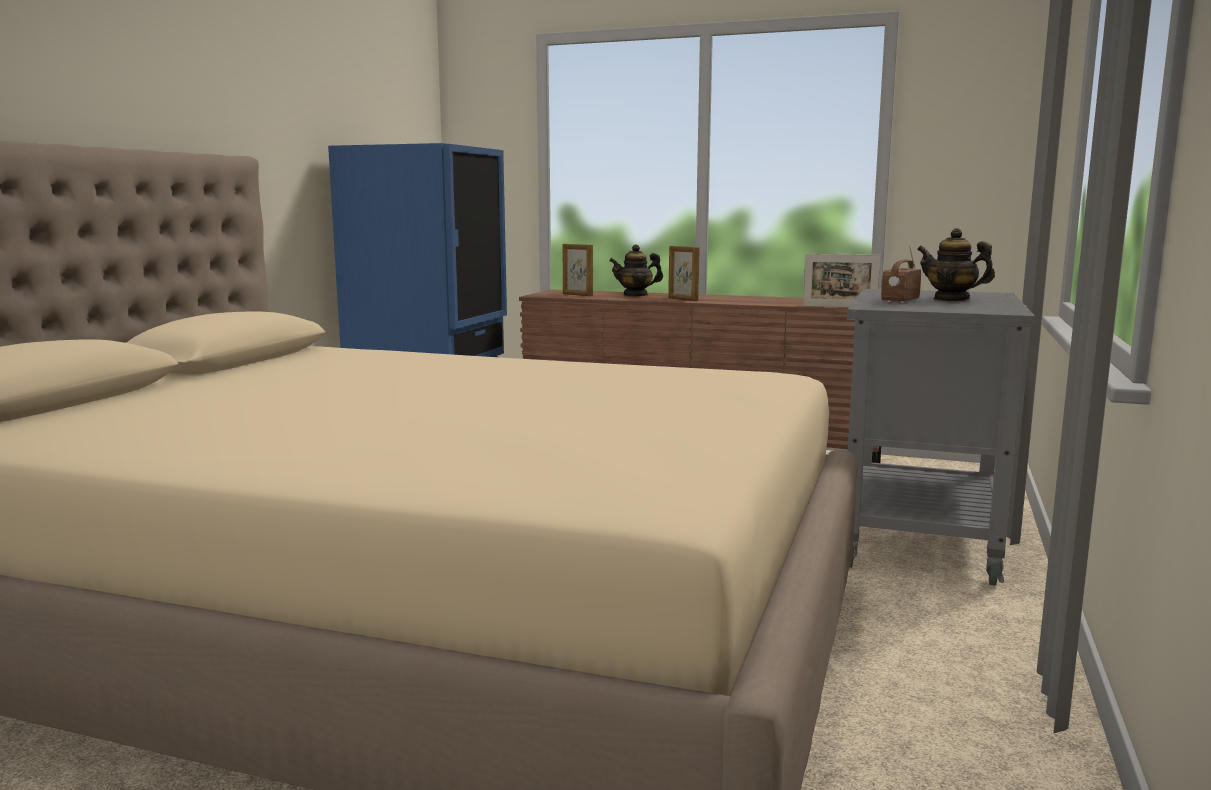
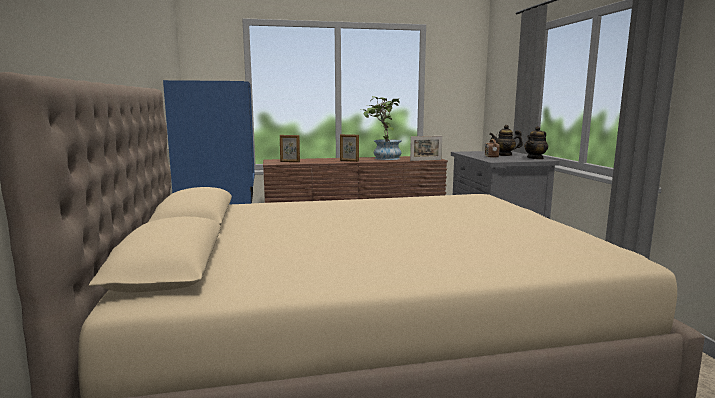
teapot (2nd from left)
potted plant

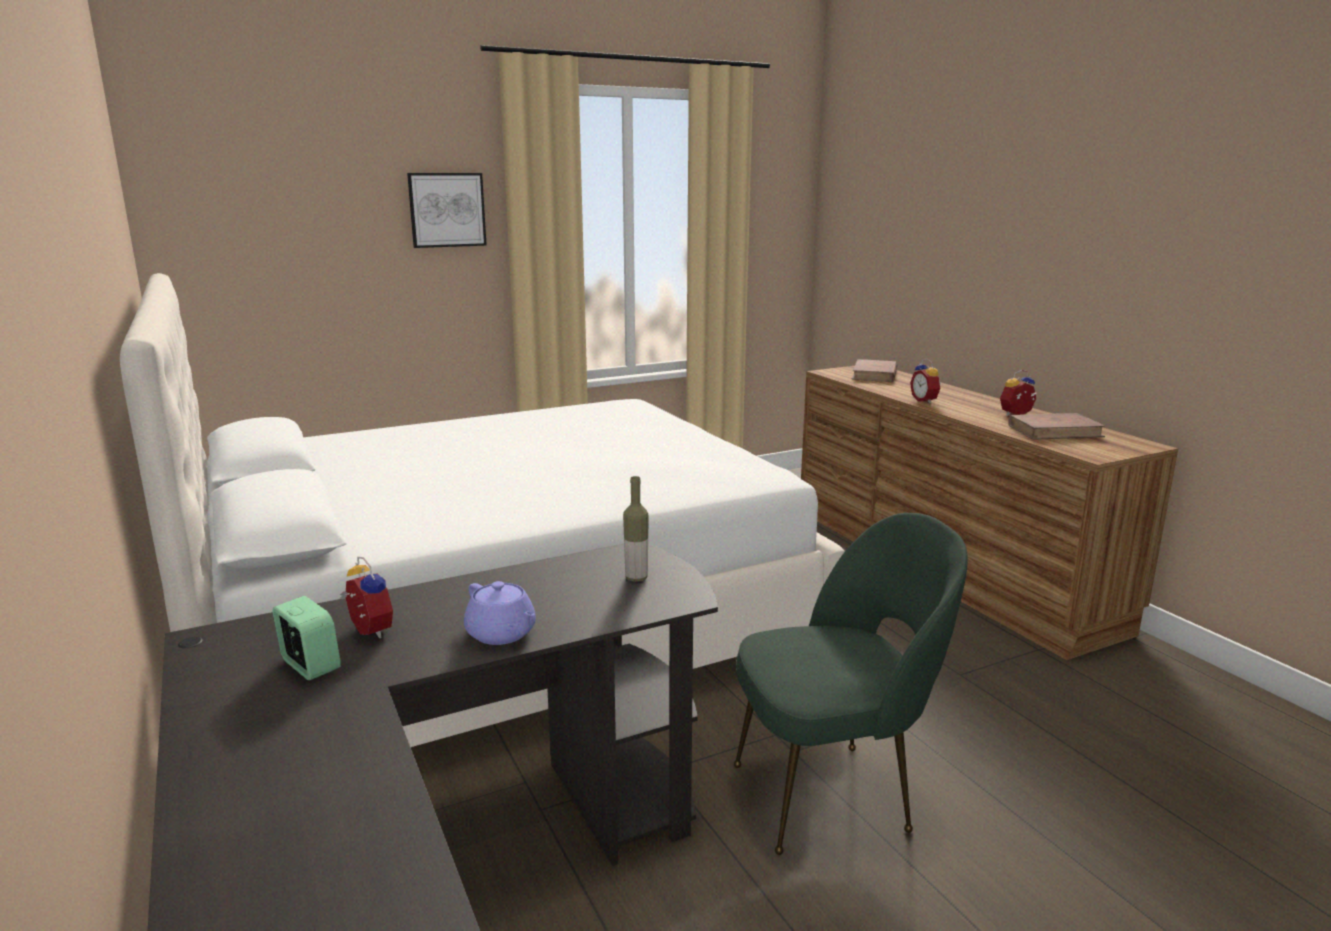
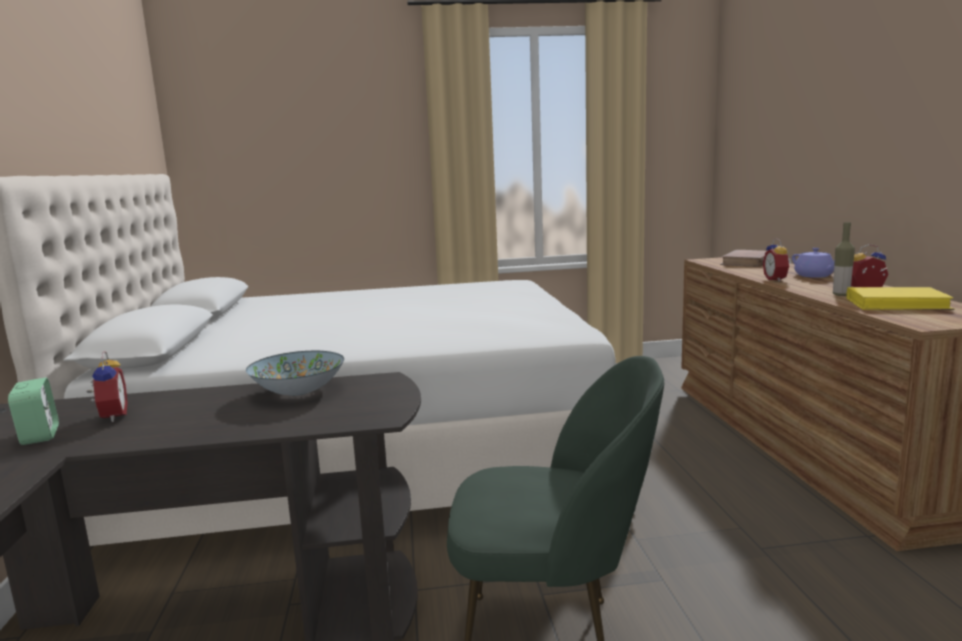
wall picture
teapot/purple
drink bottle
volume/yellow-coloured
deep dish

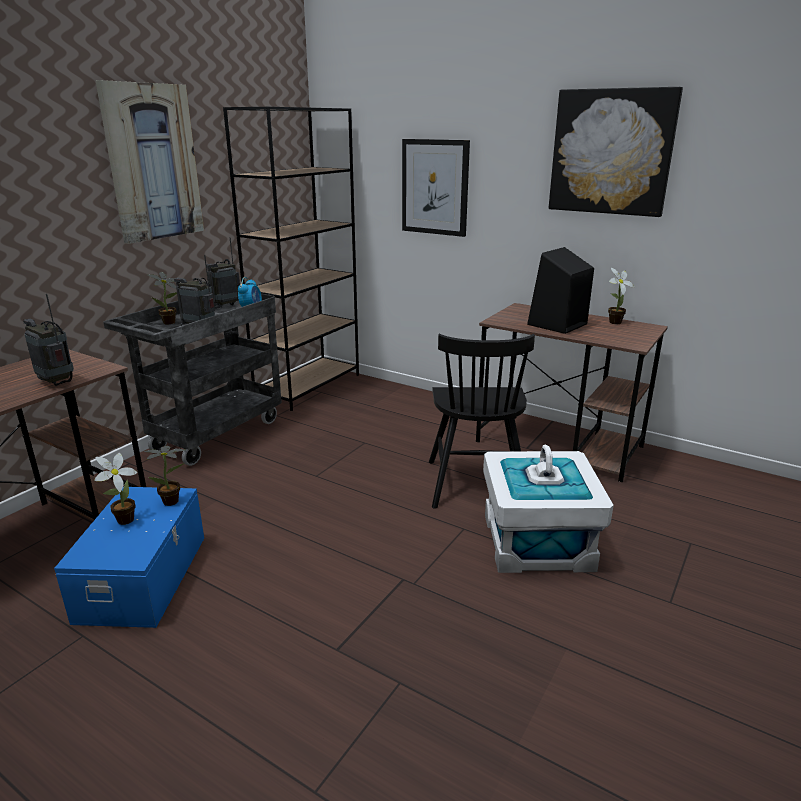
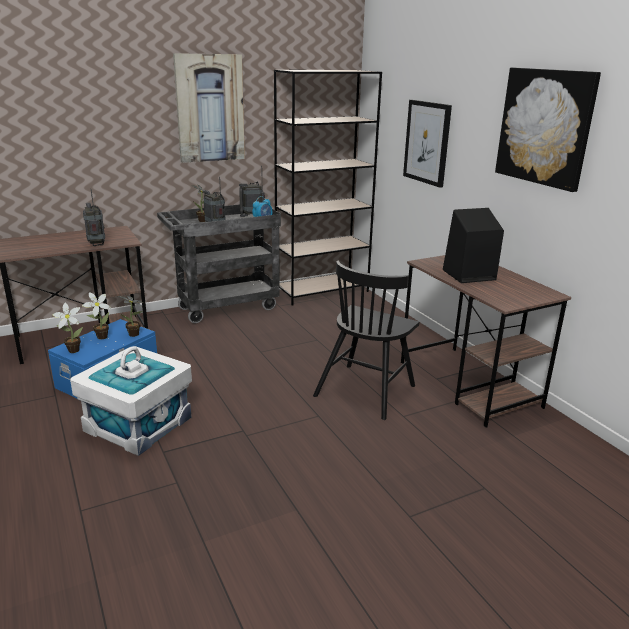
storage container/whitish
potted plant (1st from left)

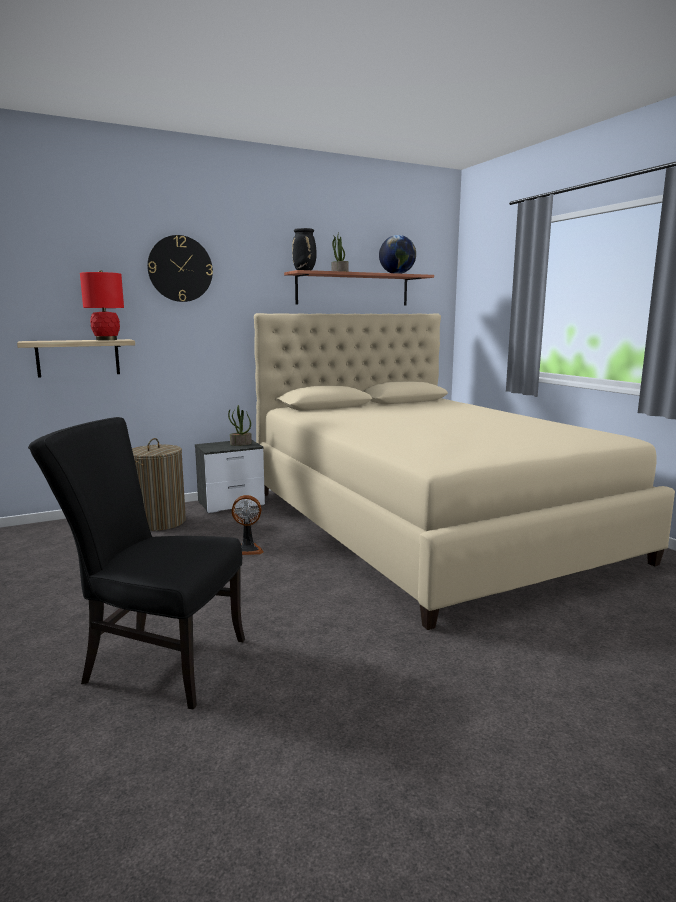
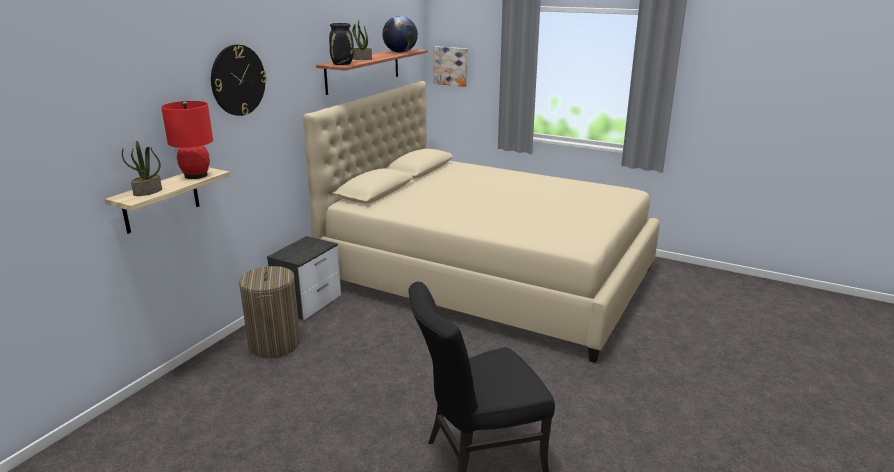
potted plant (1st from left)
fan
wall picture

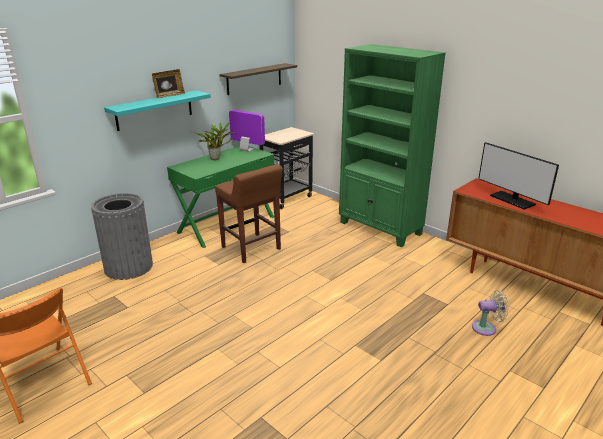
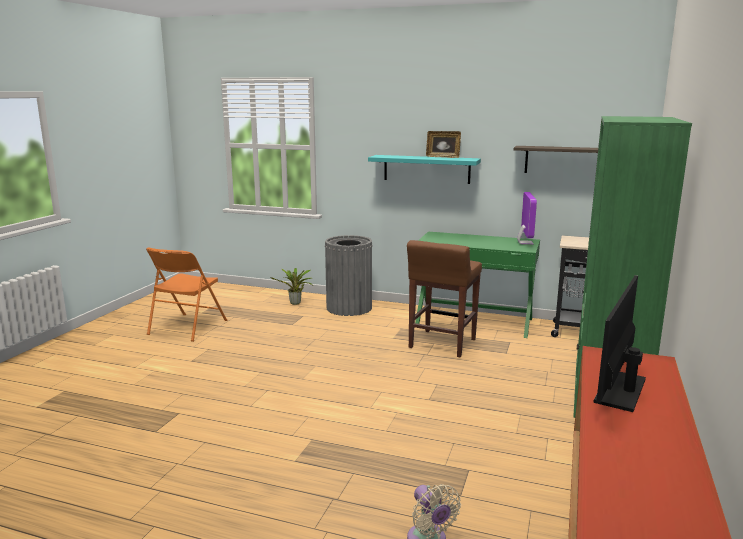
potted plant

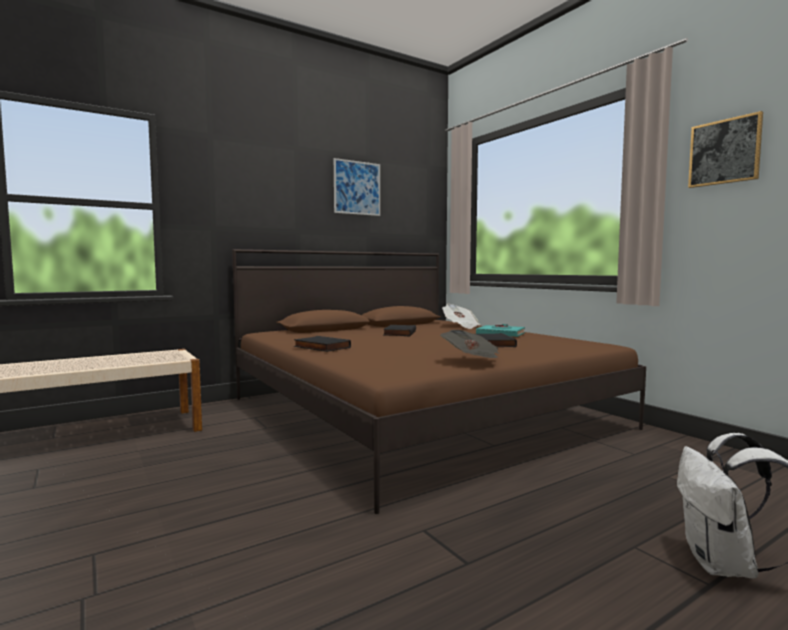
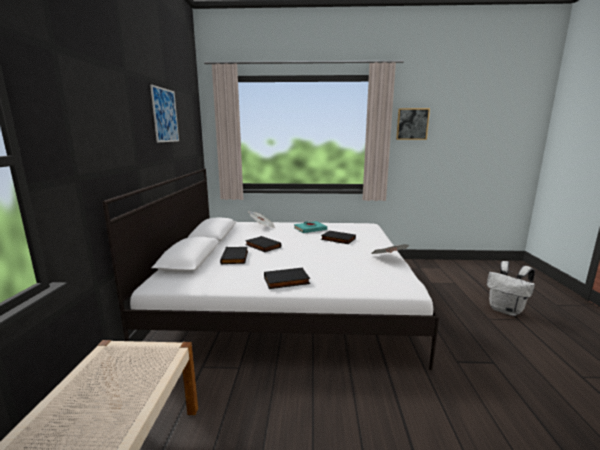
sleeping bed/whitish
volume/black (1st from left)

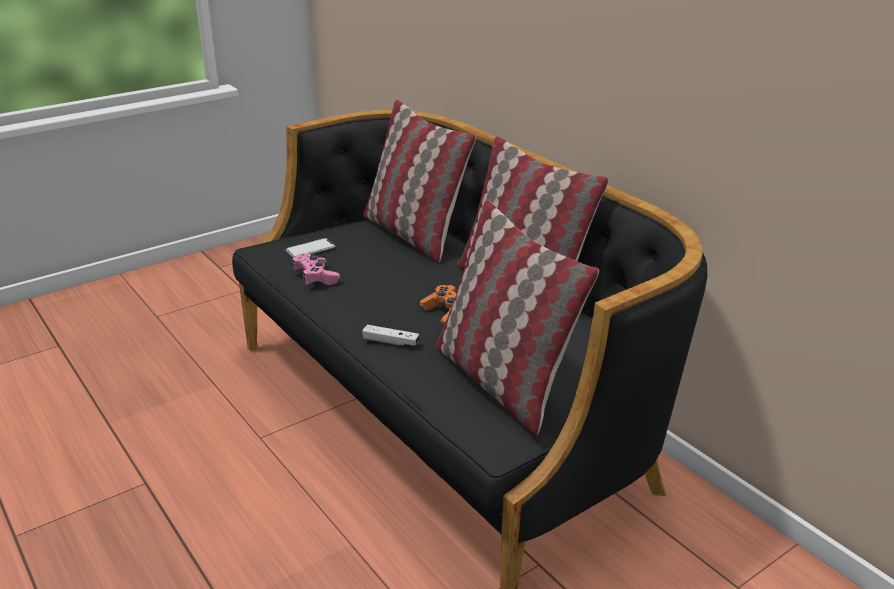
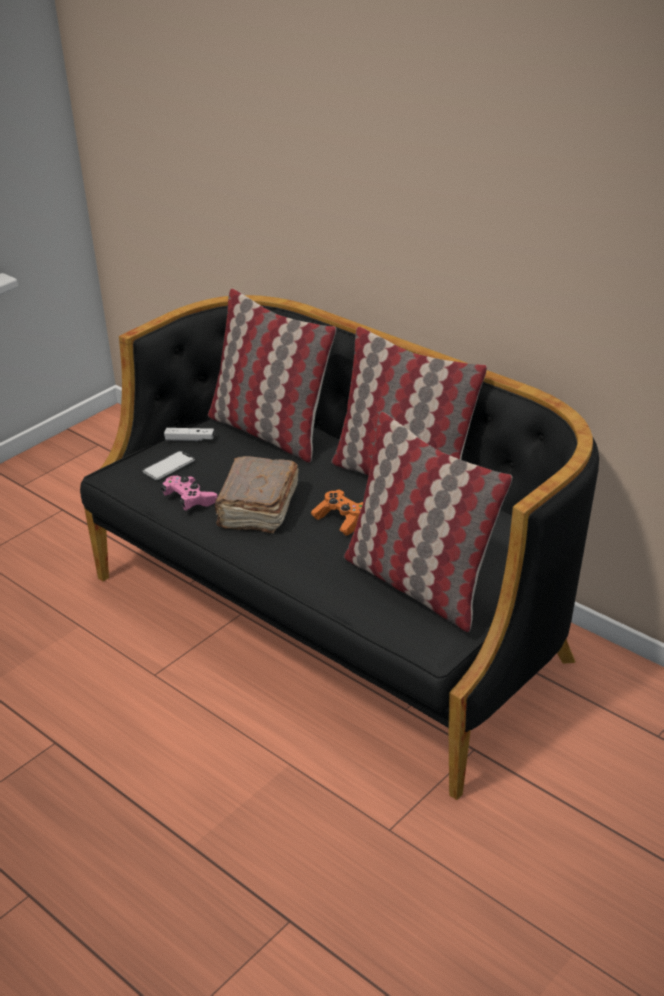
joypad/whitish
volume/brownish

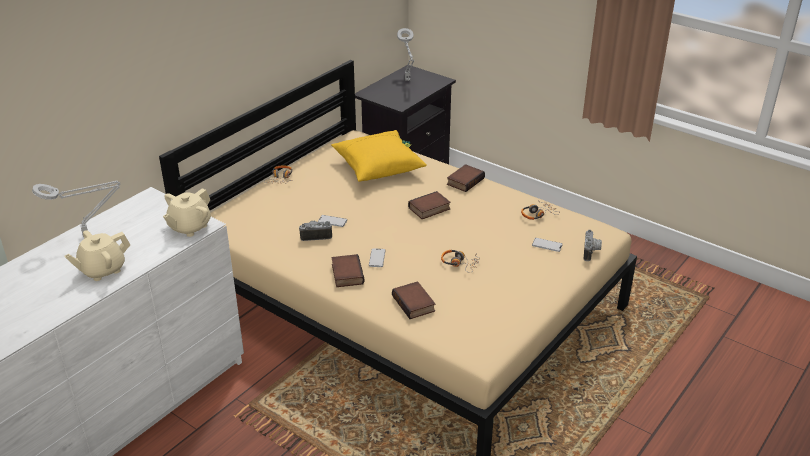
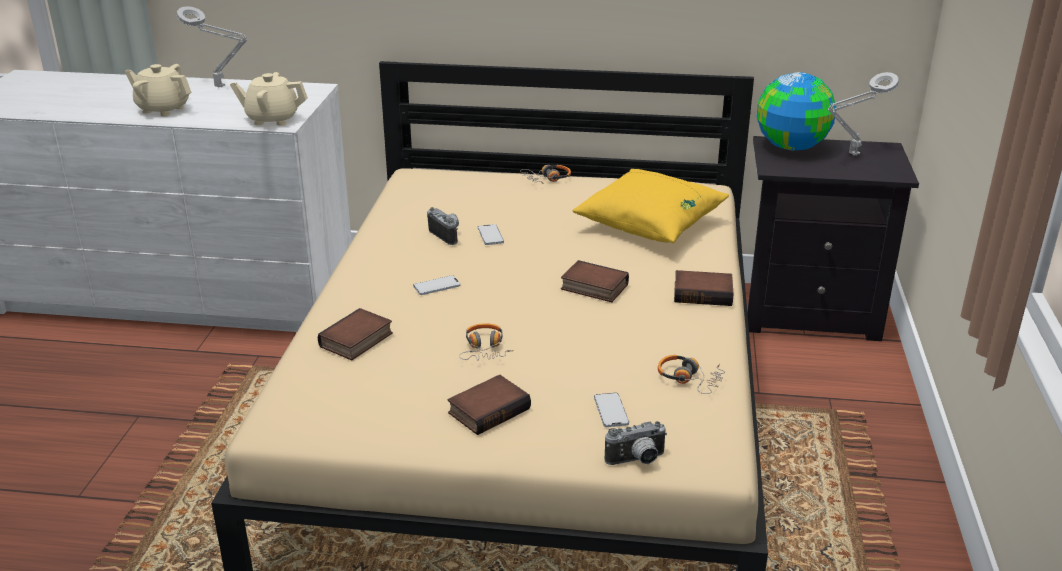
volume (2nd from left)
desk globe

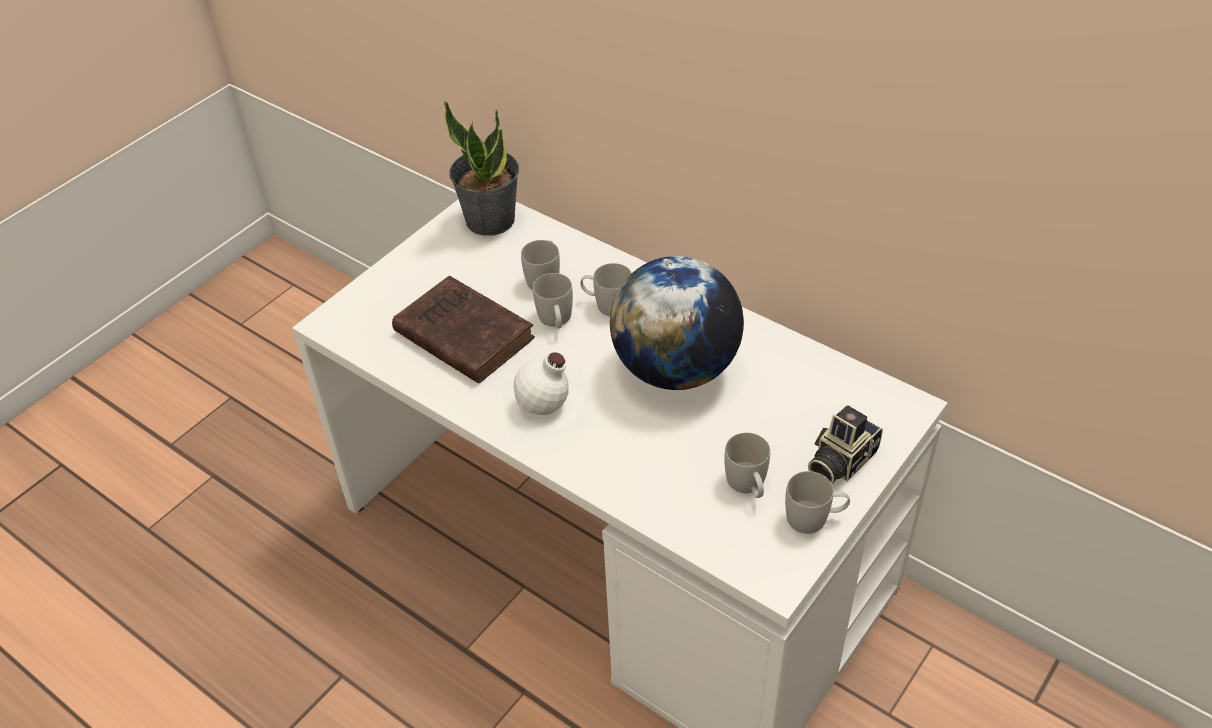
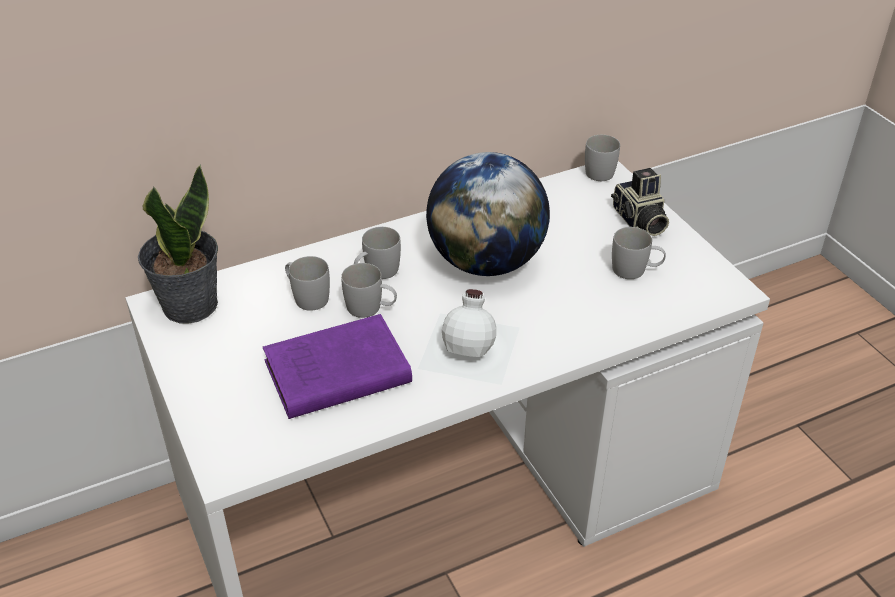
volume/purple
mug/whitish (4th from left)

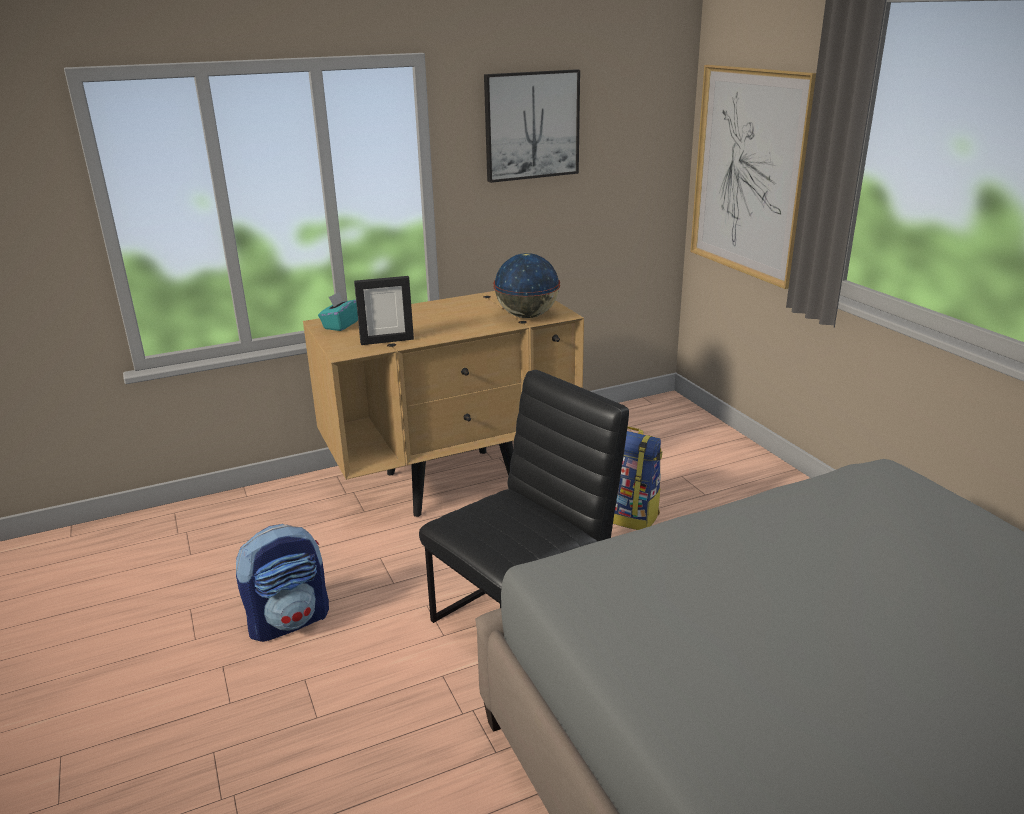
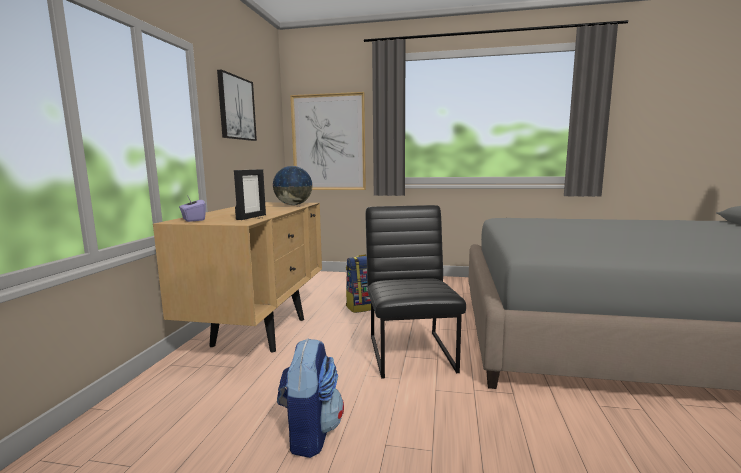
tissue holder/purple

